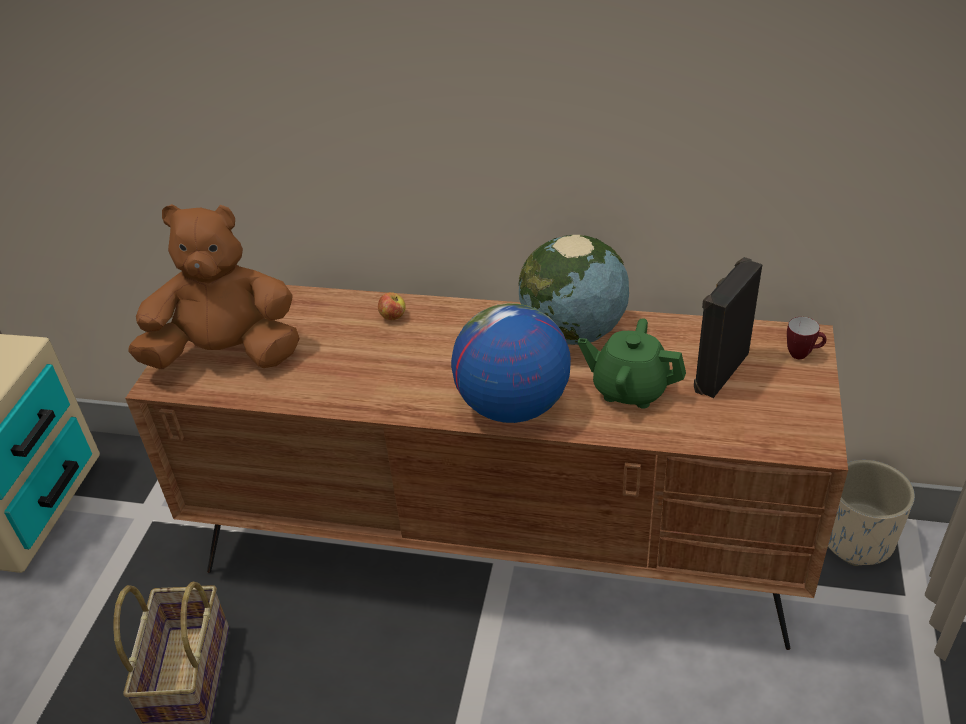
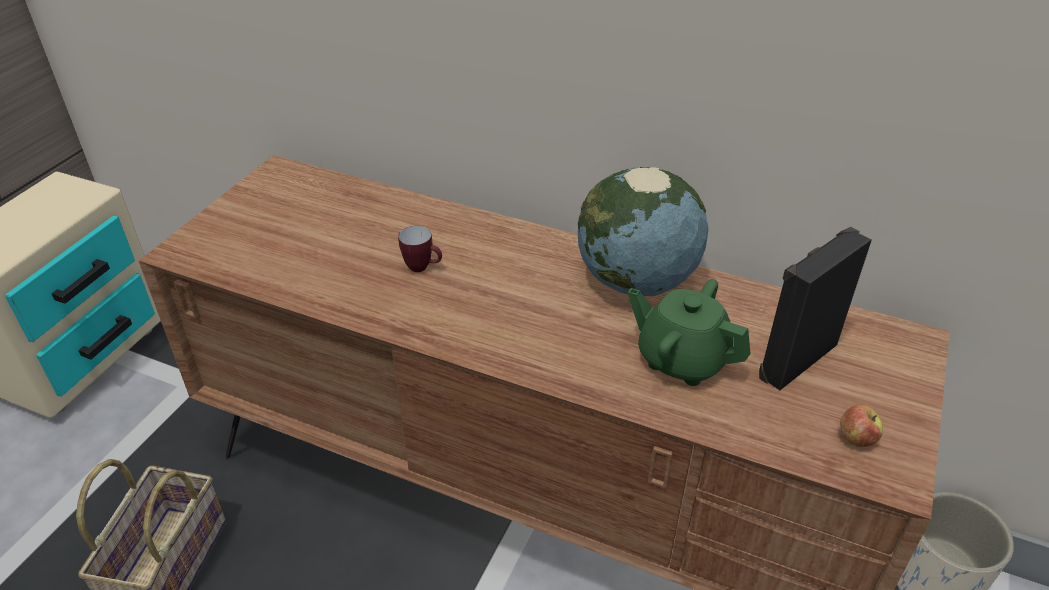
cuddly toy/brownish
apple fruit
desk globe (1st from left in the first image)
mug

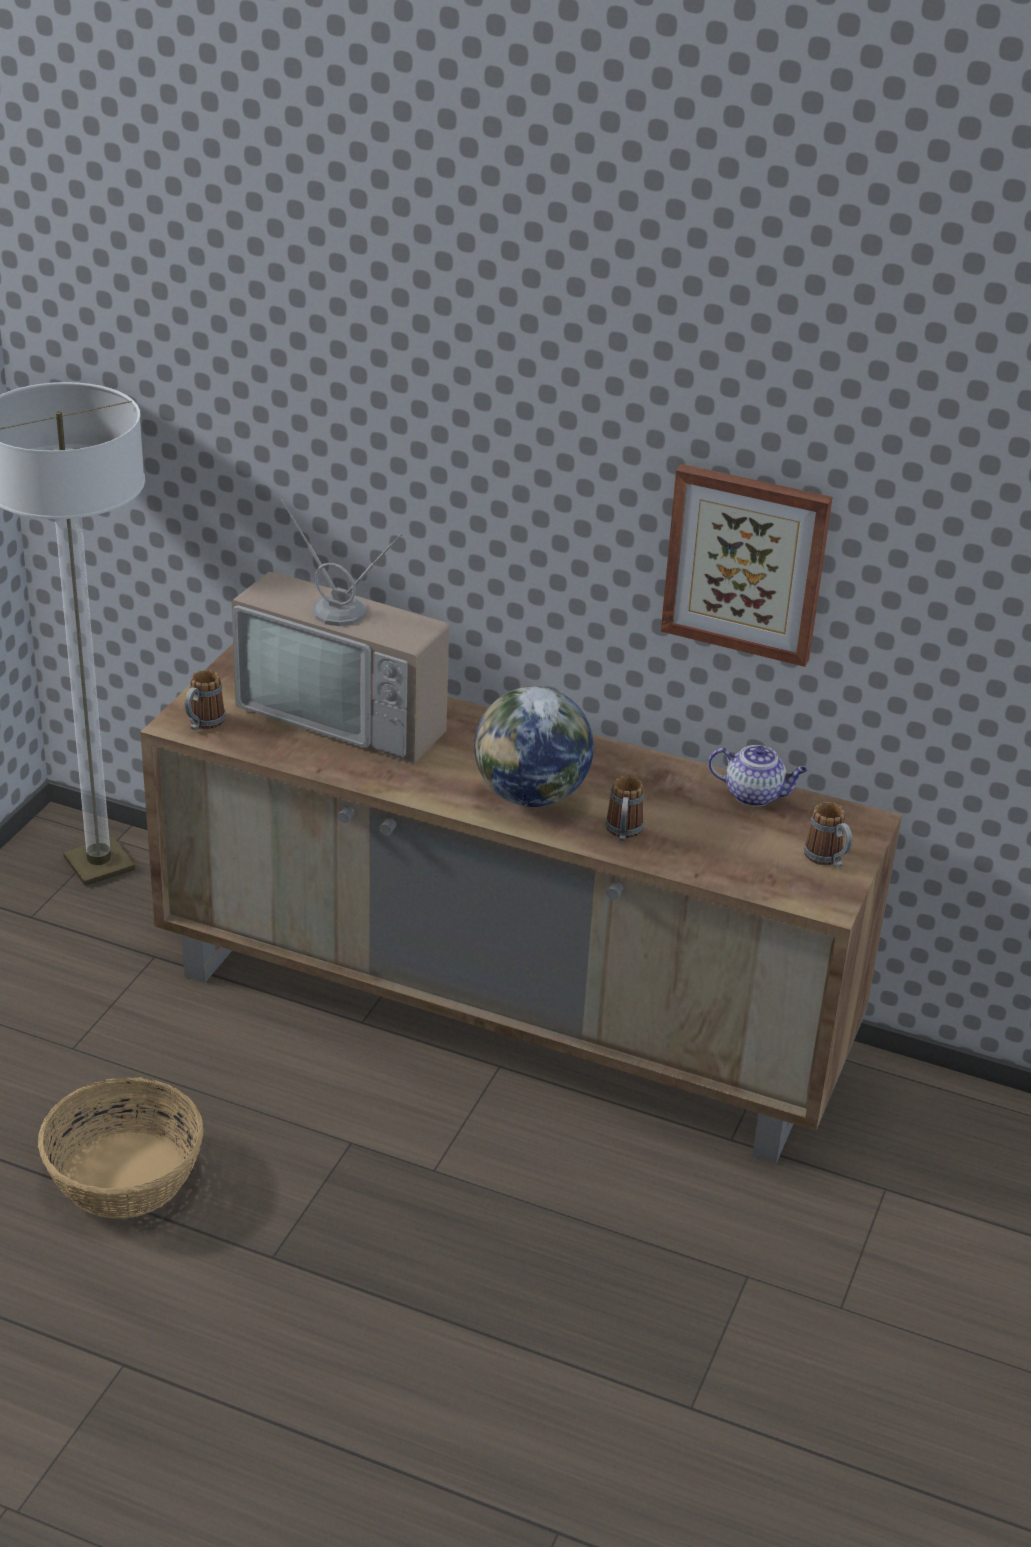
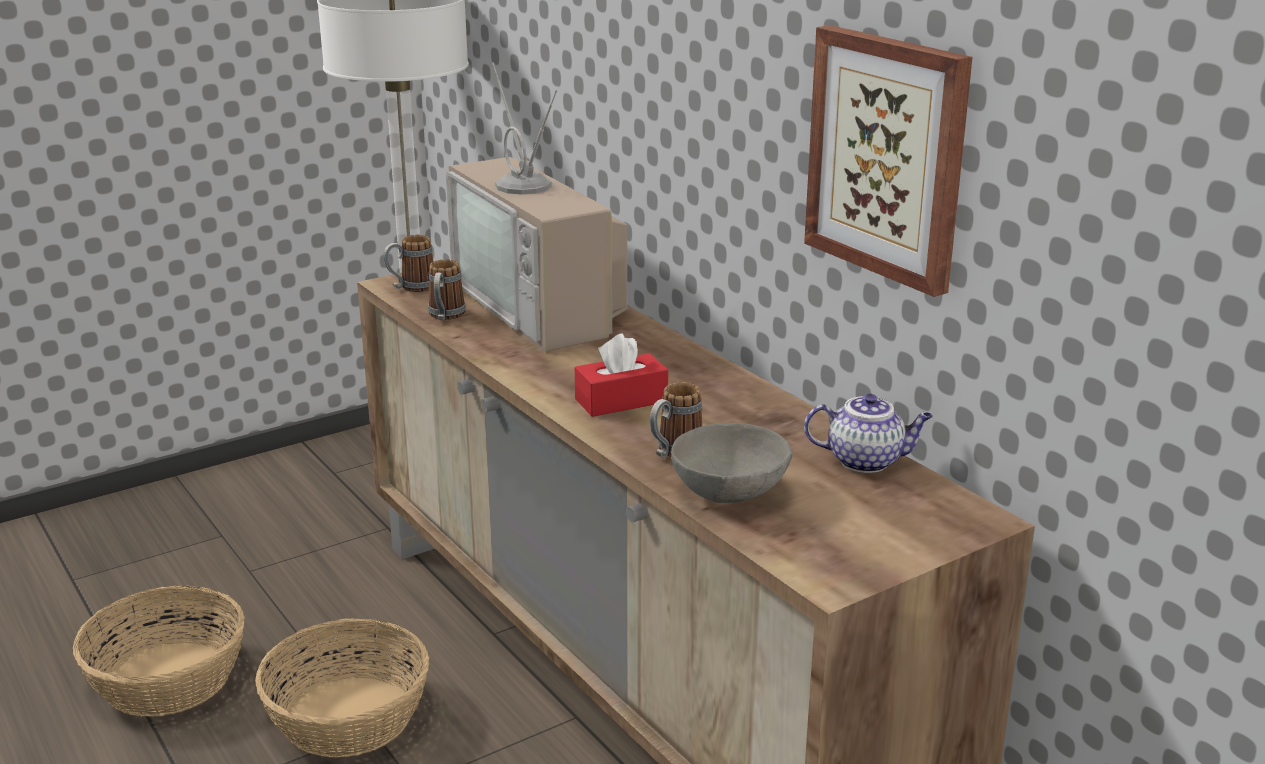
tissue holder/red-coloured
teapot
mug (2nd from left)
basket (2nd from left)
deep dish/grey

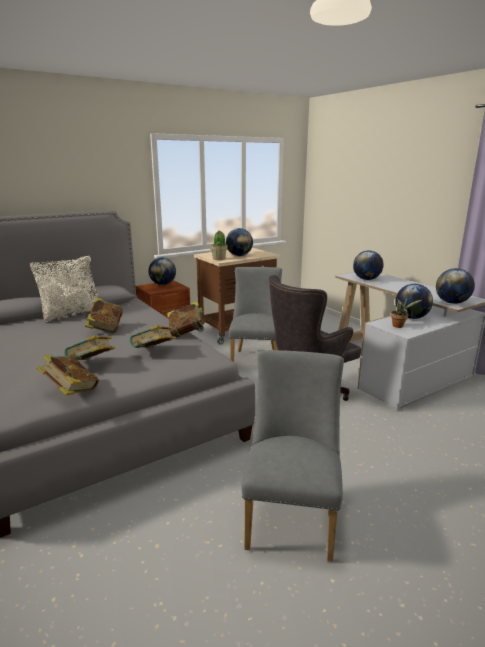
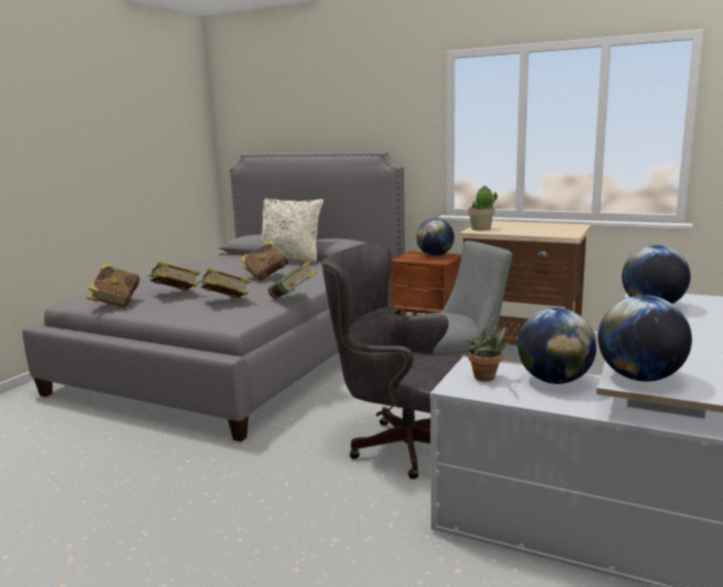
desk globe (2nd from left in the first image)
chair/grey (2nd from left in the first image)

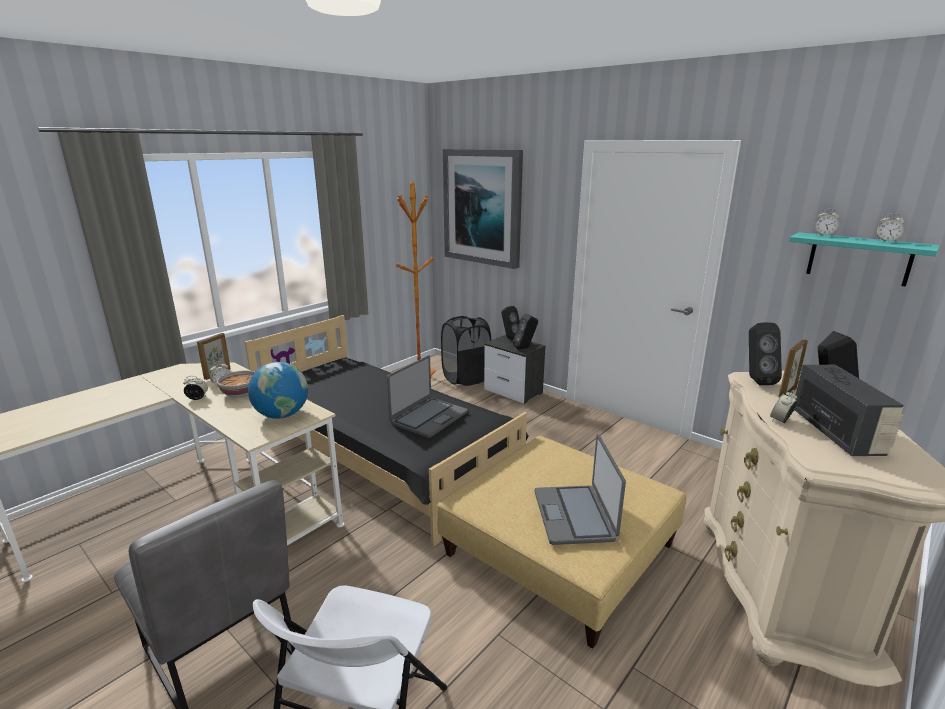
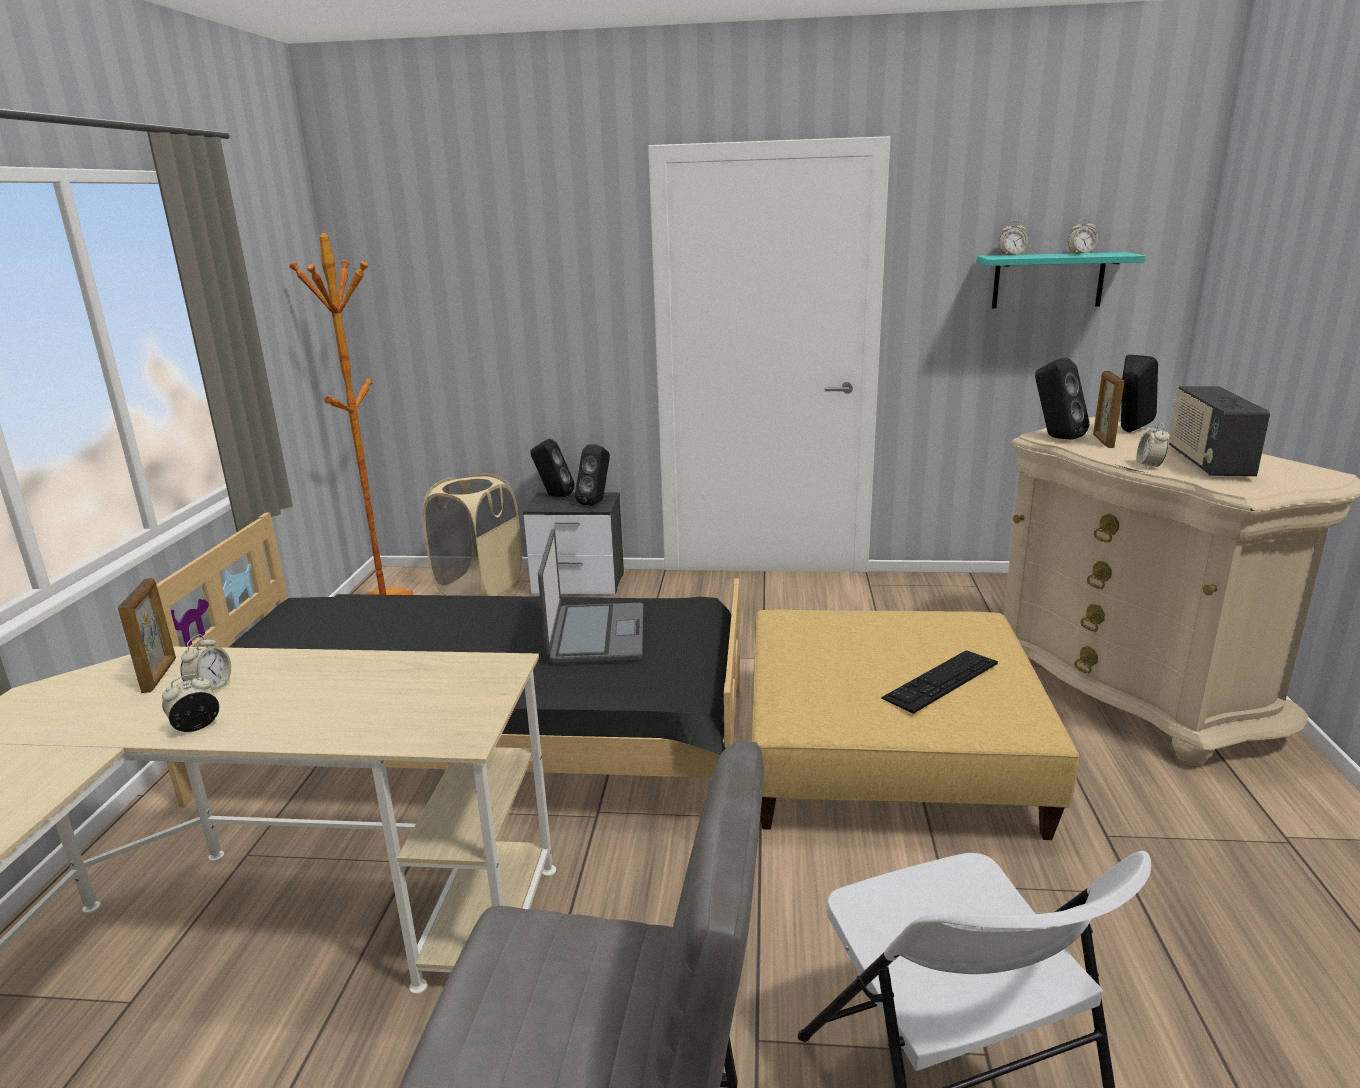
deep dish
desk globe
laundry basket/beige-coloured
wall picture
PC keyboard
radio receiver

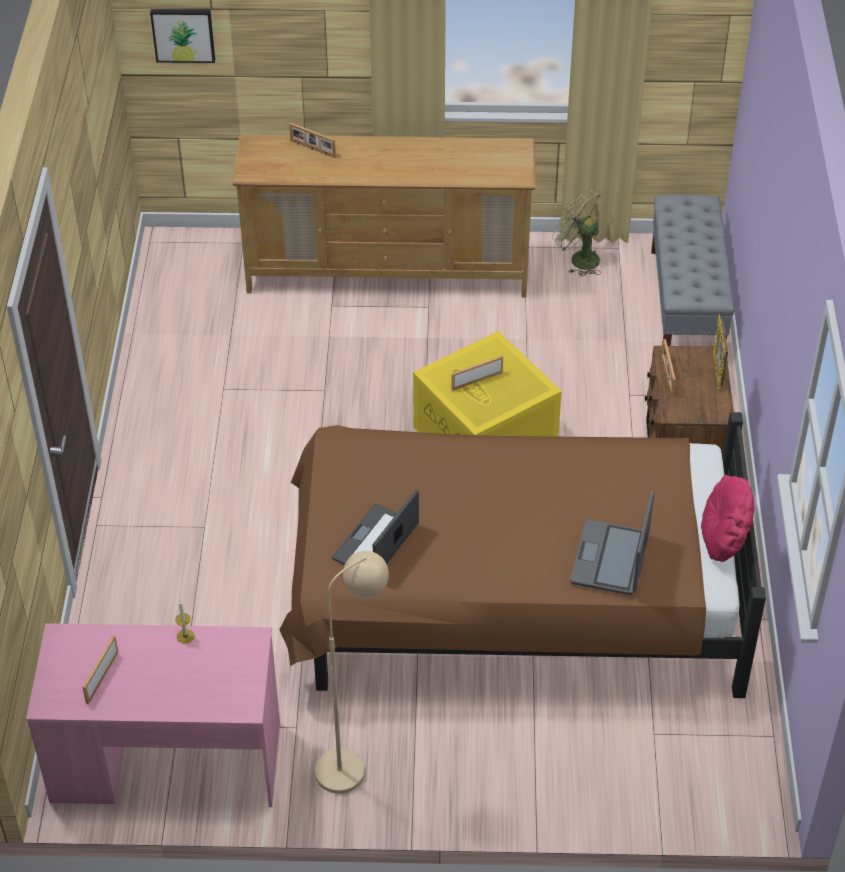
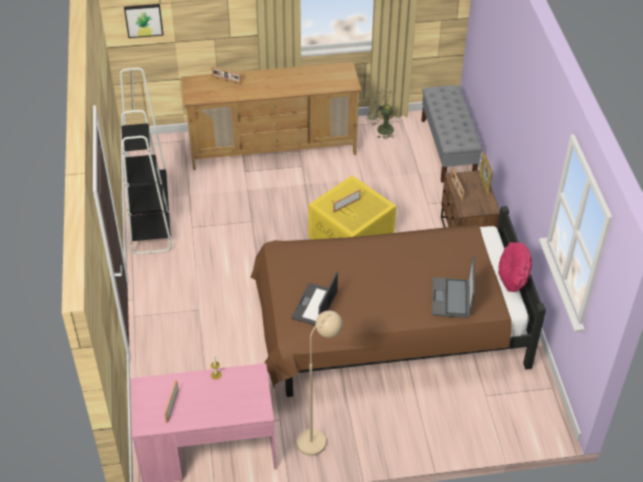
garment stand/black

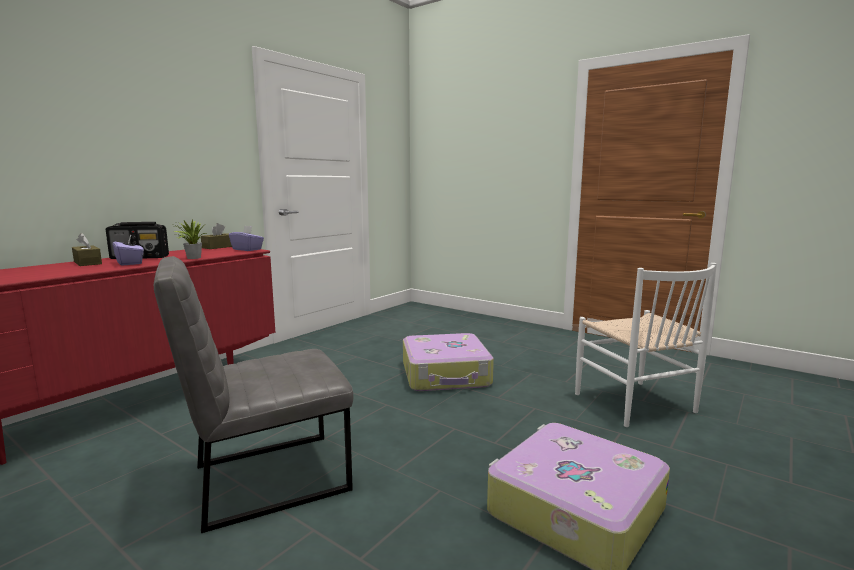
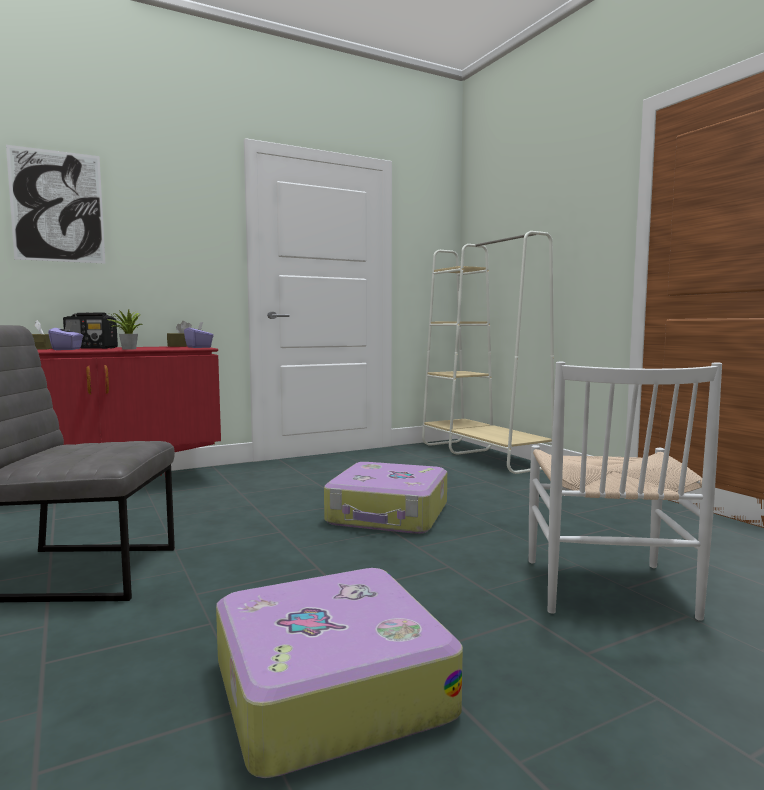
wall picture
garment stand/beige-coloured

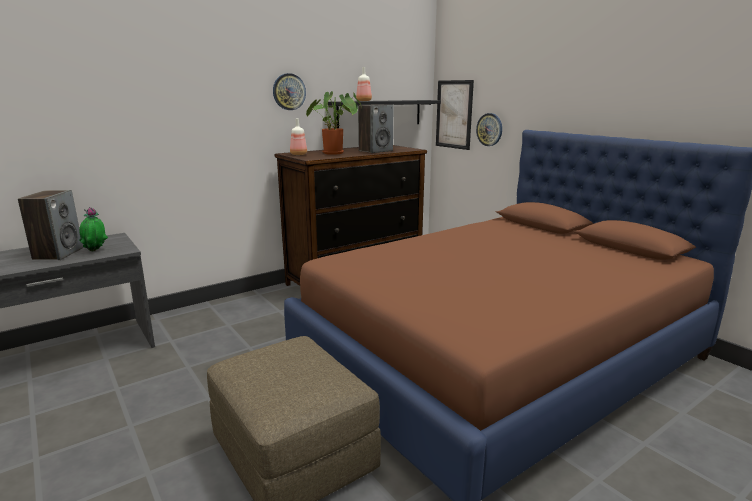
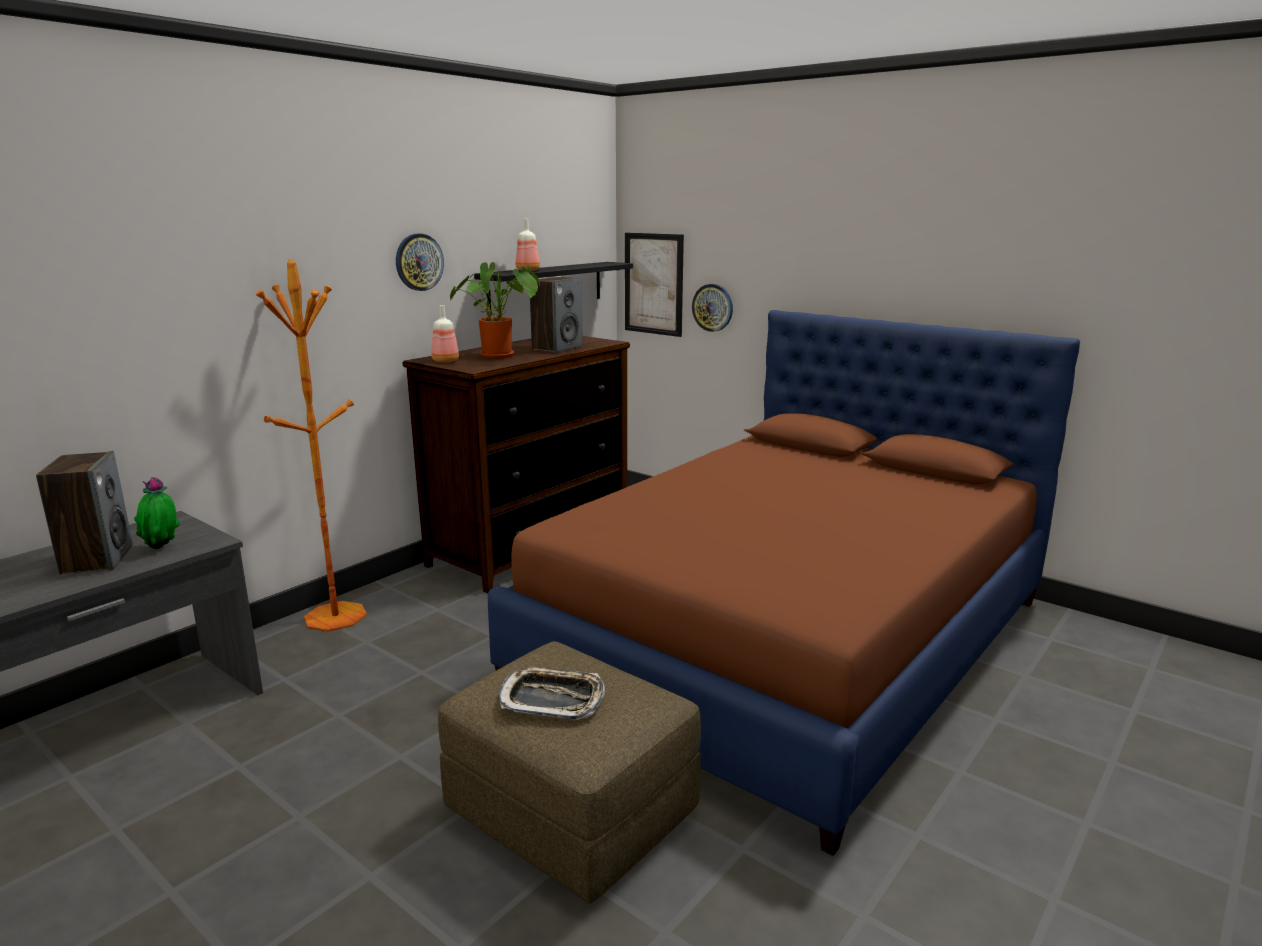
garment stand/orange-coloured
carrying tray

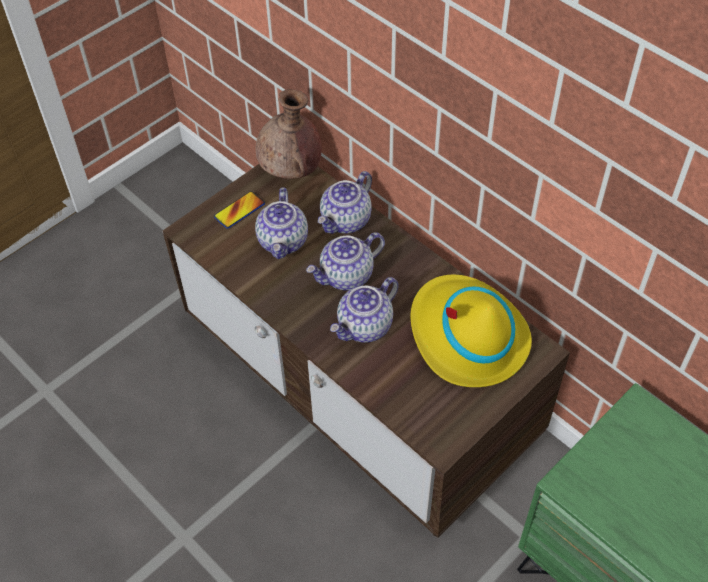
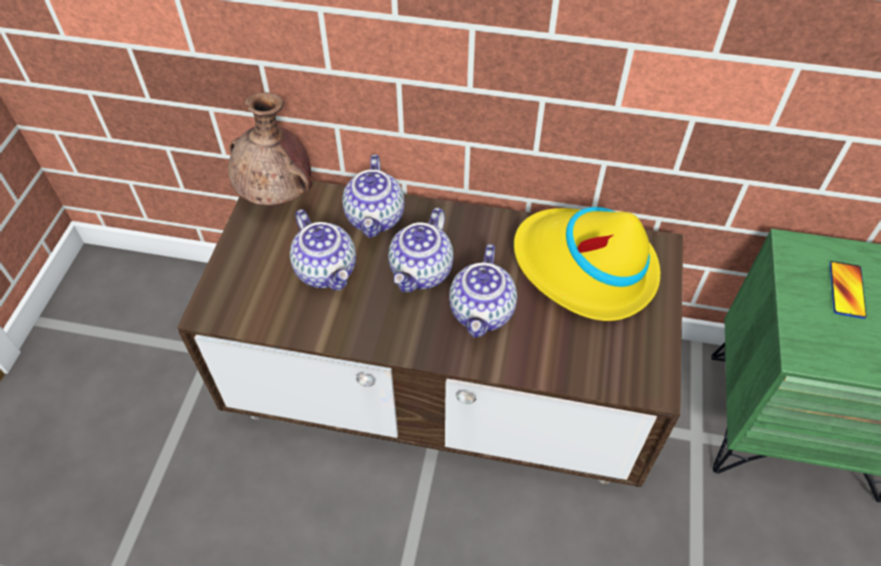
telephone

